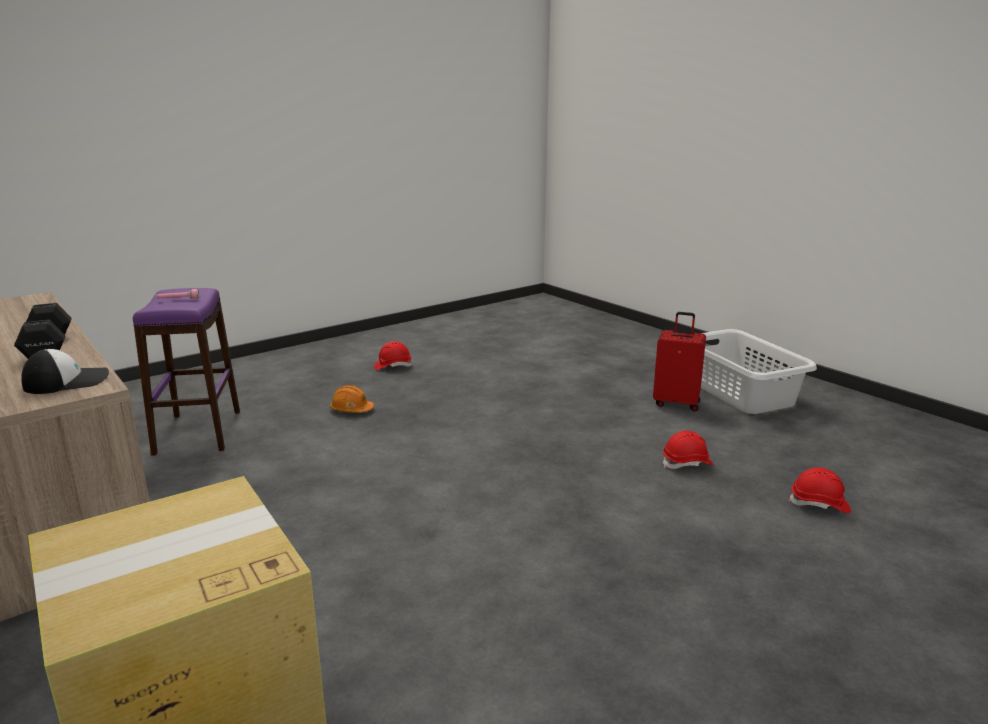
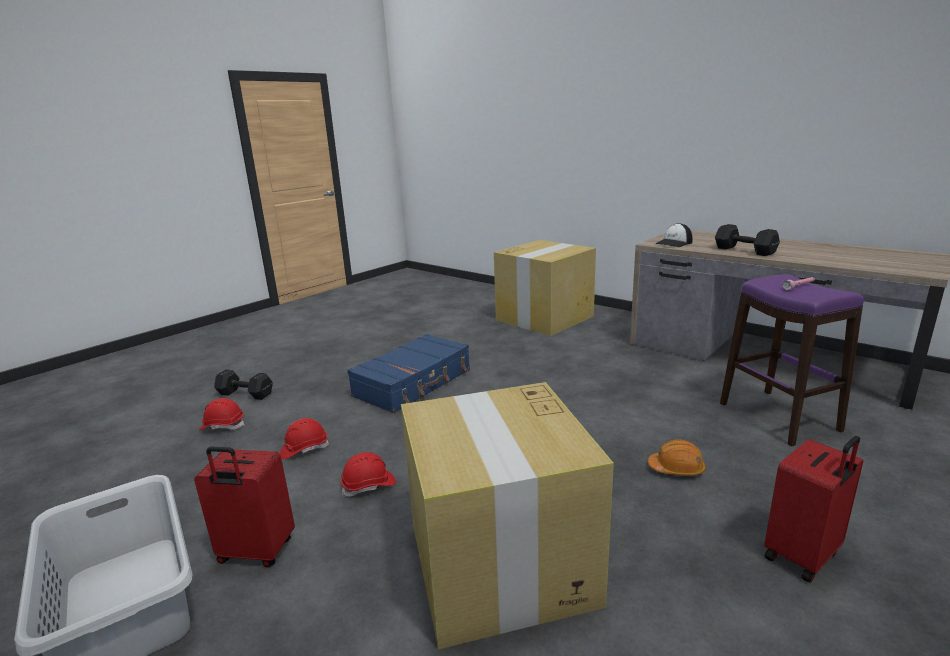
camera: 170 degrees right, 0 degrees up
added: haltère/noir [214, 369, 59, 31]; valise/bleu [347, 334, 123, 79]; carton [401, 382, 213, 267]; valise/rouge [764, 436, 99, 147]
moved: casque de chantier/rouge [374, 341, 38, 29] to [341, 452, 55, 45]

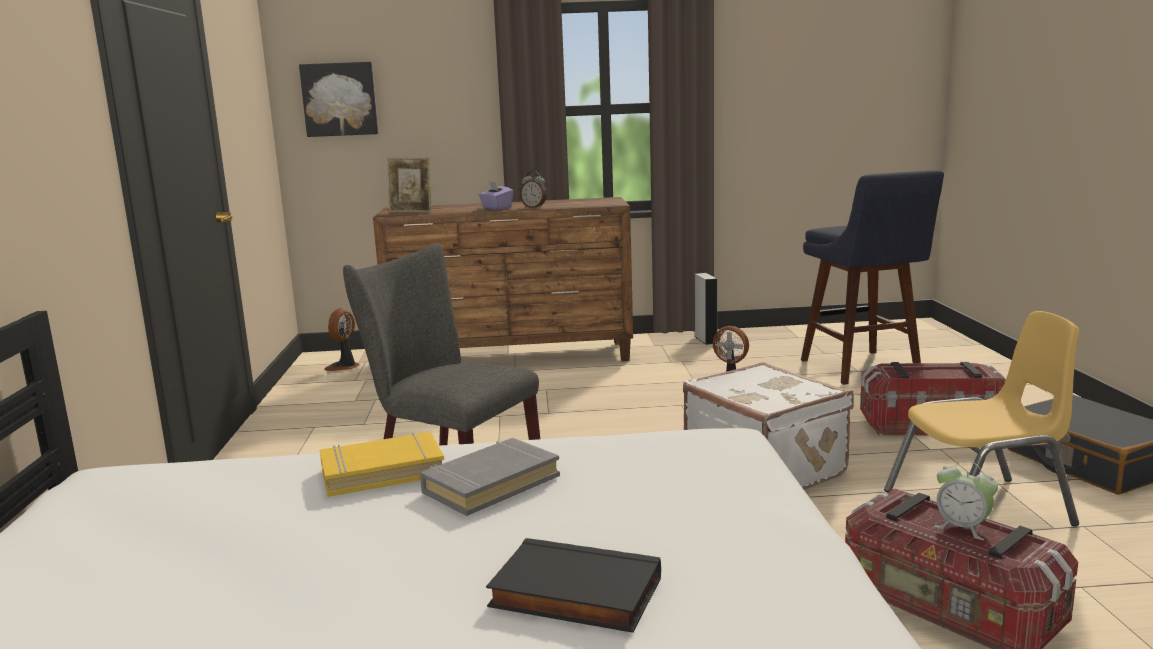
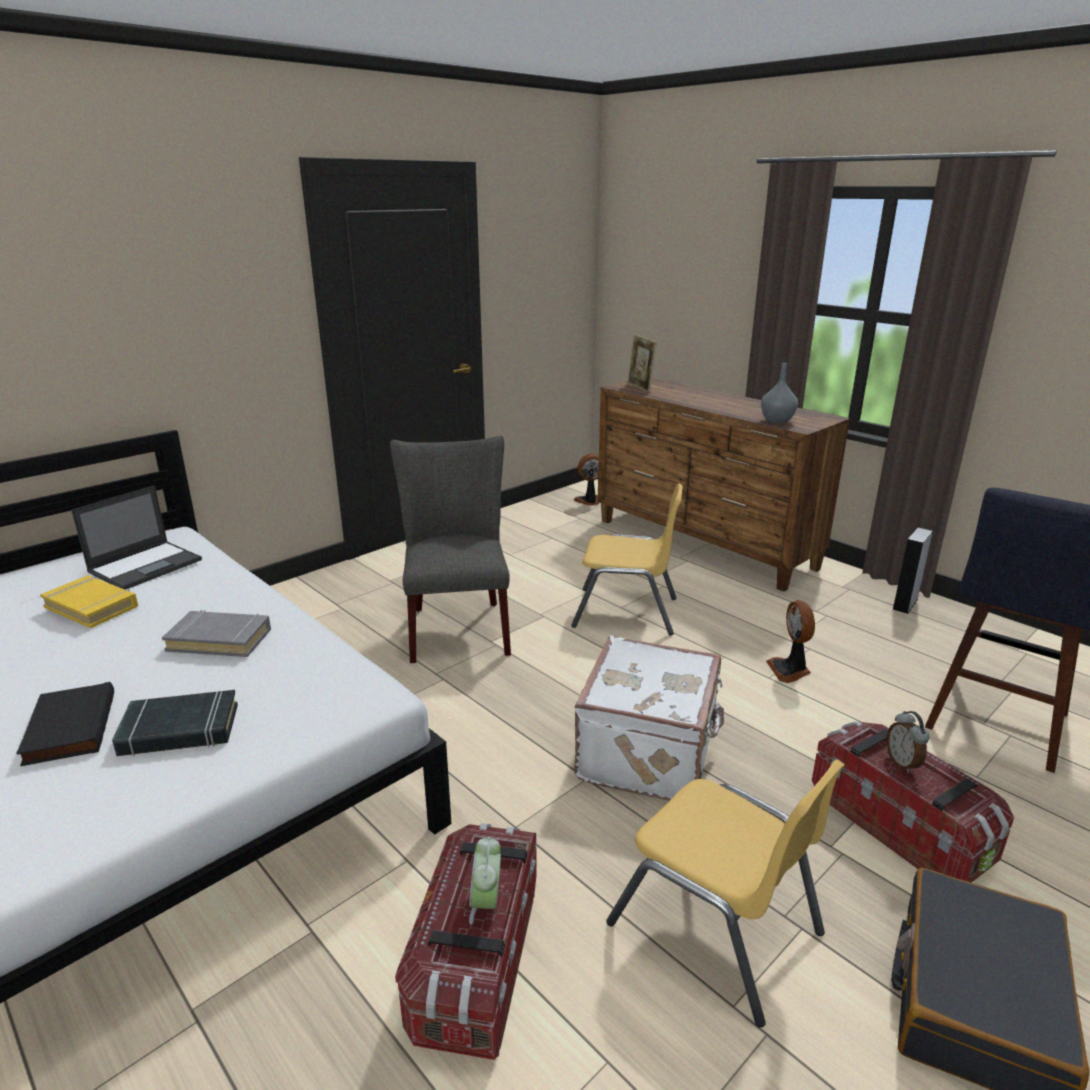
camera: 50 degrees right, 10 degrees up
removed: tableau [299, 62, 79, 75]; boîte à mouchoirs/violet [479, 181, 34, 29]
added: ordinateur portable [71, 485, 131, 105]; livre/noir [112, 690, 126, 66]; chaise/jaune [571, 484, 111, 152]; vase/gris [761, 363, 37, 60]
moved: livre/jaune [320, 432, 124, 65] to [40, 575, 98, 53]; réveil [520, 171, 27, 37] to [886, 711, 44, 62]

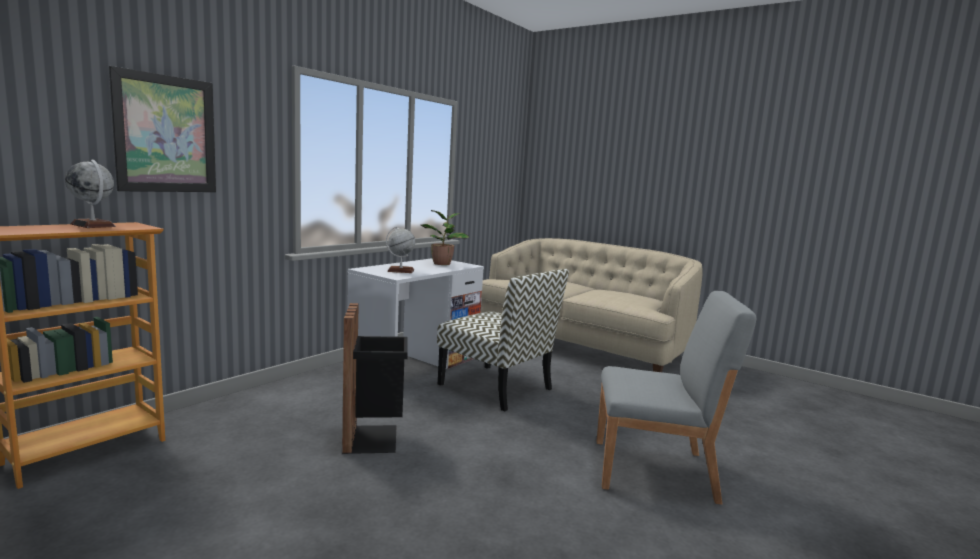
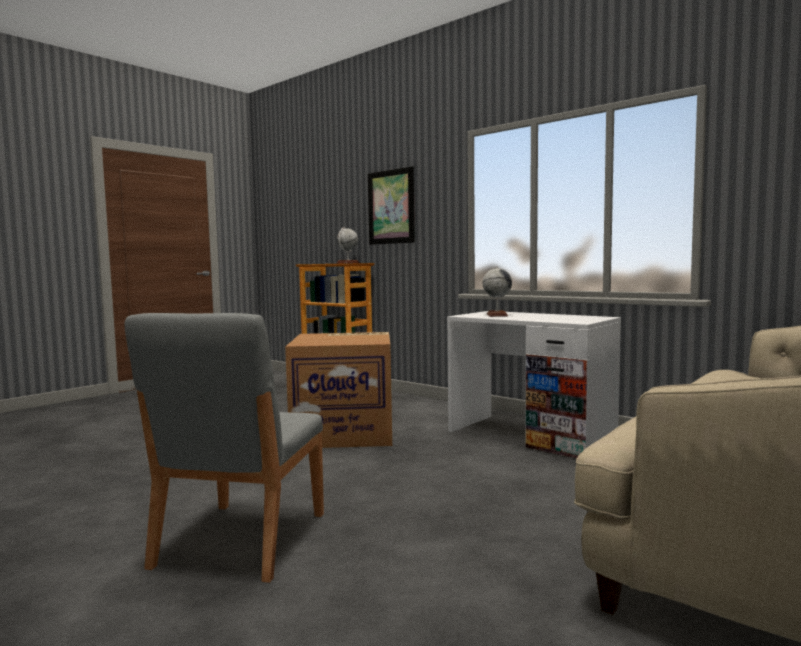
camera: 95 degrees right, 5 degrees down
removed: plante en pot [420, 210, 49, 55]; chaise [437, 269, 132, 143]
replaced: poubelle/noir [342, 303, 66, 151] to carton [285, 332, 107, 116]

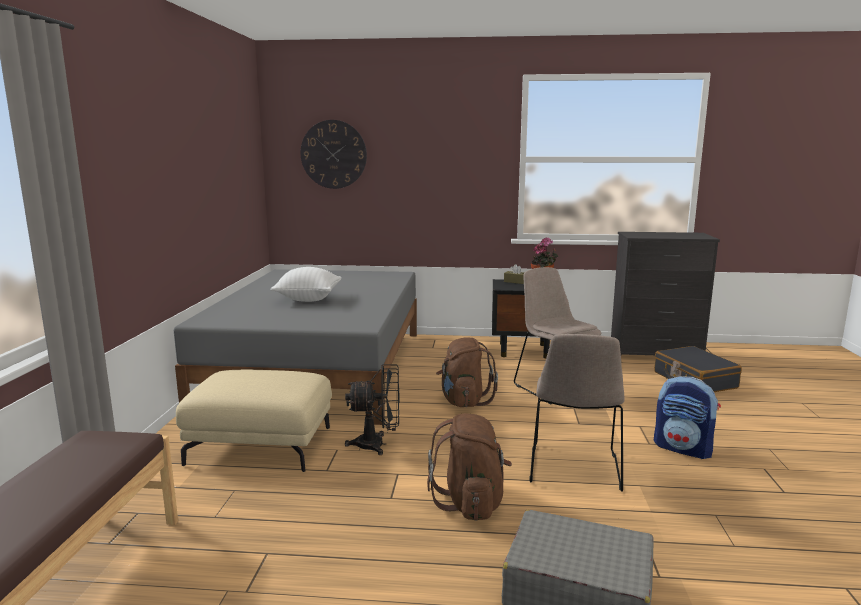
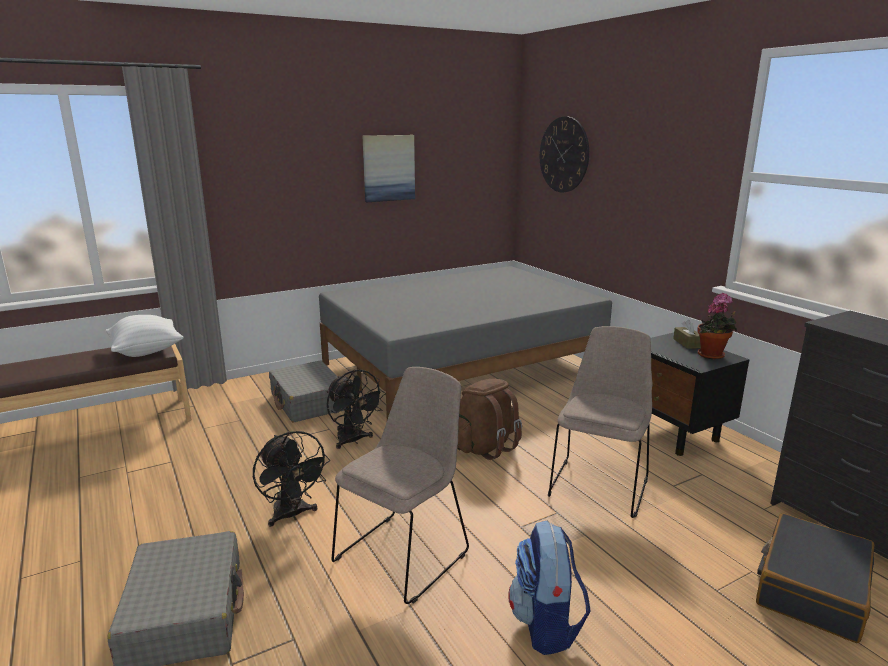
camera: 55 degrees right, 5 degrees up
added: tableau [362, 135, 53, 67]
moved: coussin/blanc [270, 267, 72, 35] to [106, 315, 77, 42]
replaced: pouf/beige [176, 370, 156, 102] to valise/gris [269, 360, 75, 63]; sac à dos/marron [427, 413, 85, 108] to ventilateur/noir [253, 431, 77, 96]
turned: chaise/beige [529, 334, 96, 158] = [331, 367, 138, 237] 150 degrees clockwise

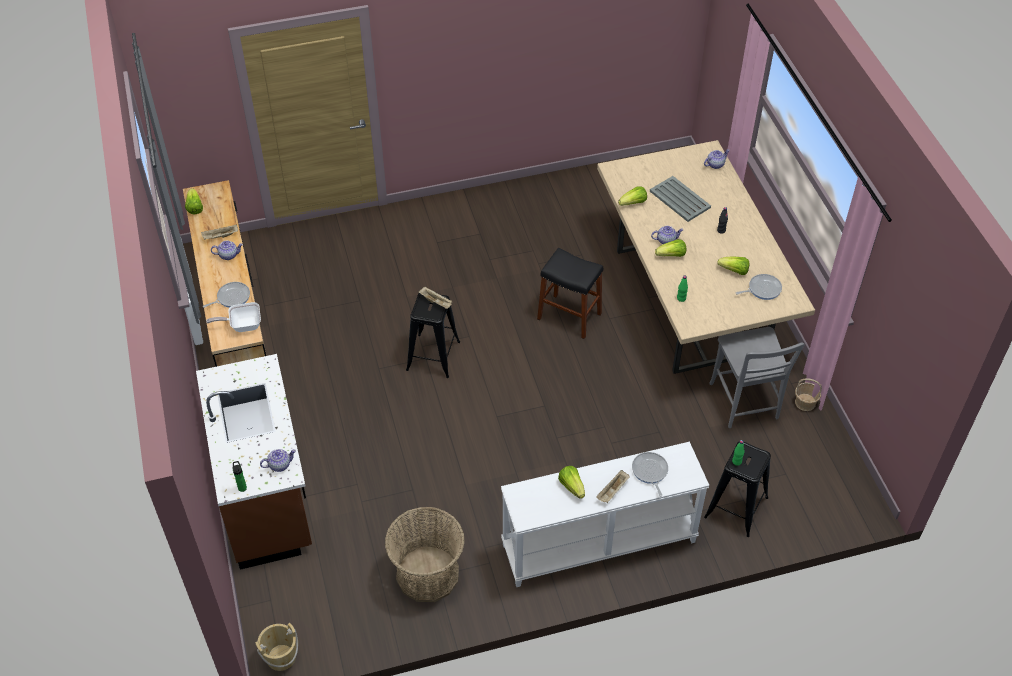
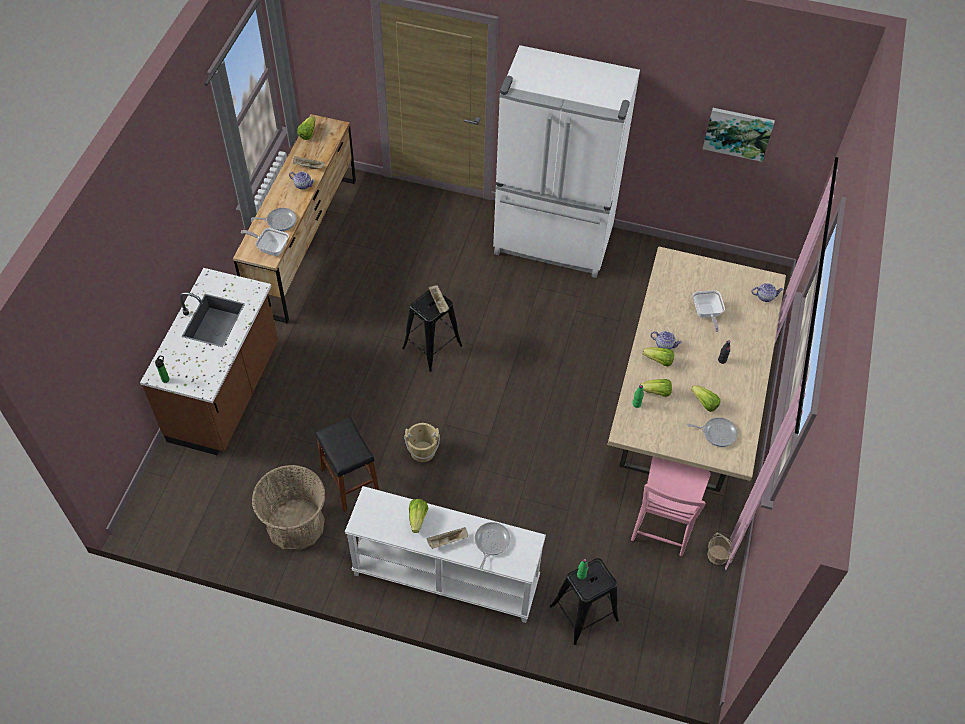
camera: 30 degrees right, 5 degrees up
removed: théière [260, 449, 36, 23]
added: réfrigérateur/blanc [493, 45, 147, 233]; tableau [703, 108, 72, 54]
moved: seau/beige [255, 623, 43, 48] to [404, 423, 36, 39]; tabouret/noir [537, 248, 66, 91] to [315, 417, 64, 95]; laitue [618, 186, 29, 20] to [640, 379, 32, 18]
replaced: plateau/gris [650, 176, 61, 46] to poêle [693, 290, 32, 42]
recoloured: chaise/gris [709, 327, 96, 101] to chaise/rose [631, 457, 80, 99]

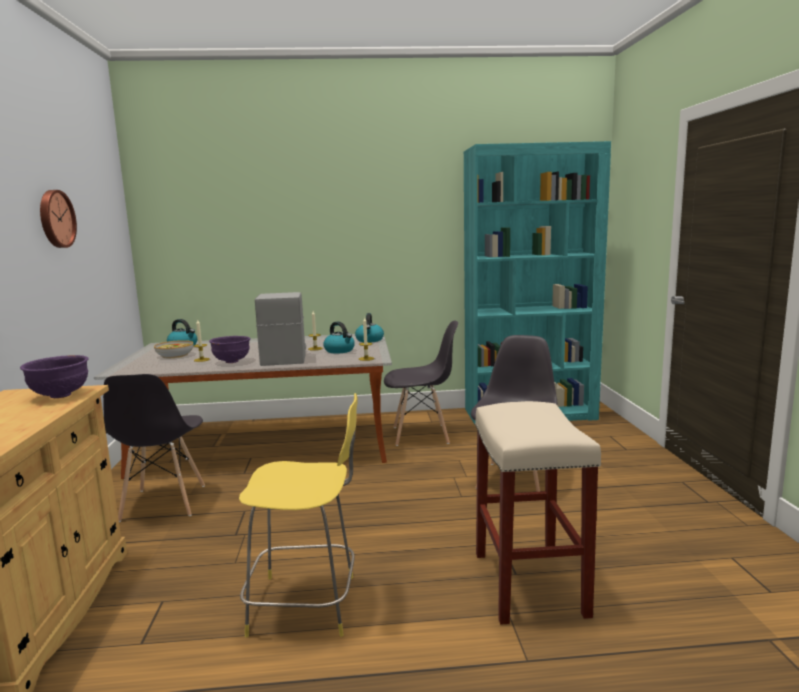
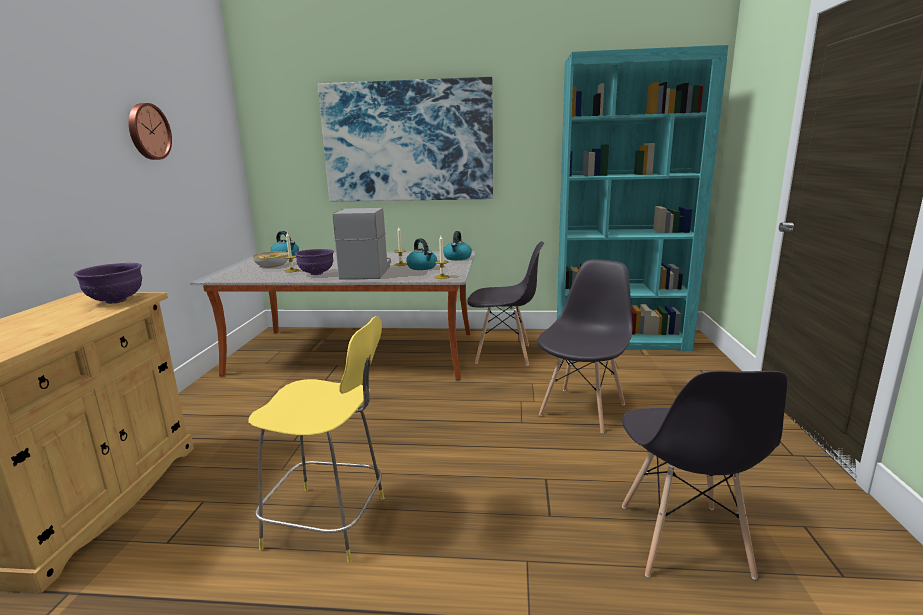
camera: 10 degrees right, 5 degrees up
removed: tabouret/beige [475, 401, 126, 224]
added: tableau [318, 77, 175, 125]
moved: chaise/gris [103, 374, 102, 148] to [622, 371, 165, 209]

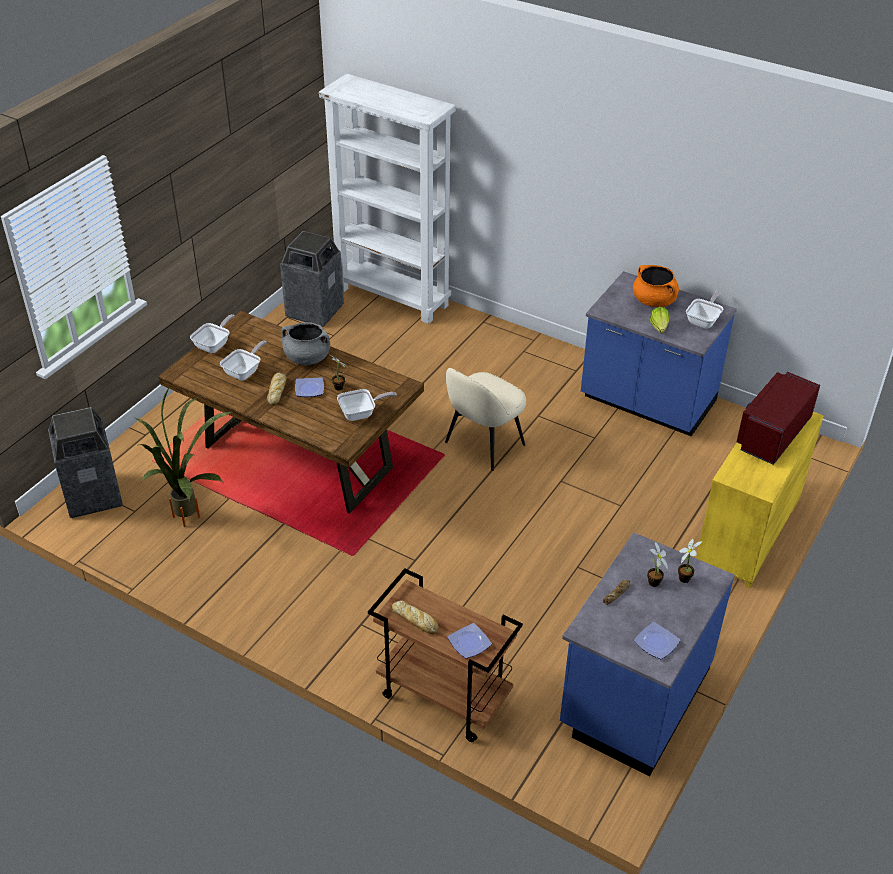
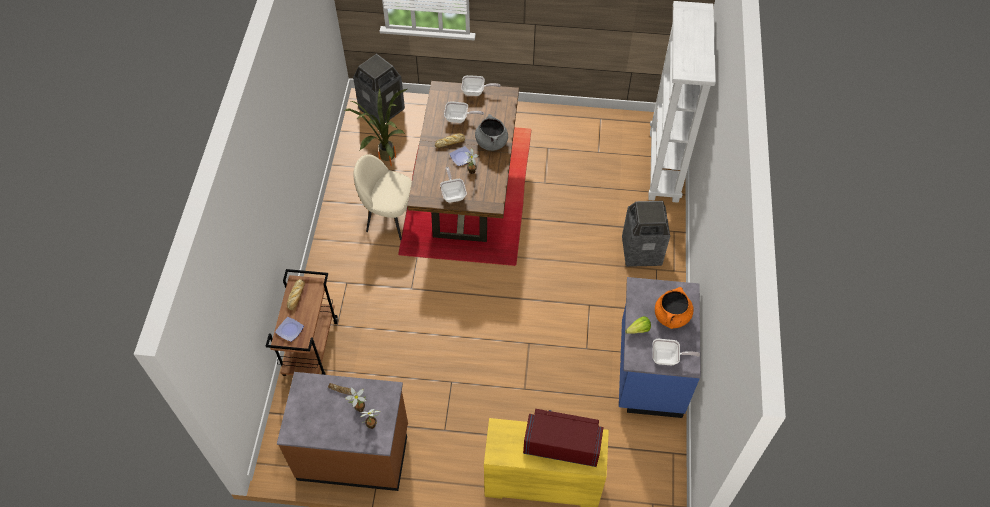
camera: 65 degrees right, 15 degrees up
removed: assiette [634, 622, 46, 37]
moved: poubelle [280, 231, 64, 96] to [622, 201, 48, 66]; chaise/beige [445, 368, 81, 103] to [353, 154, 59, 87]
recoloured: comptoir de cuisine/bleu [560, 532, 175, 245] to comptoir de cuisine/marron [277, 372, 131, 119]
turned: poêle [337, 389, 60, 32] = [440, 167, 27, 36] 150 degrees counterclockwise

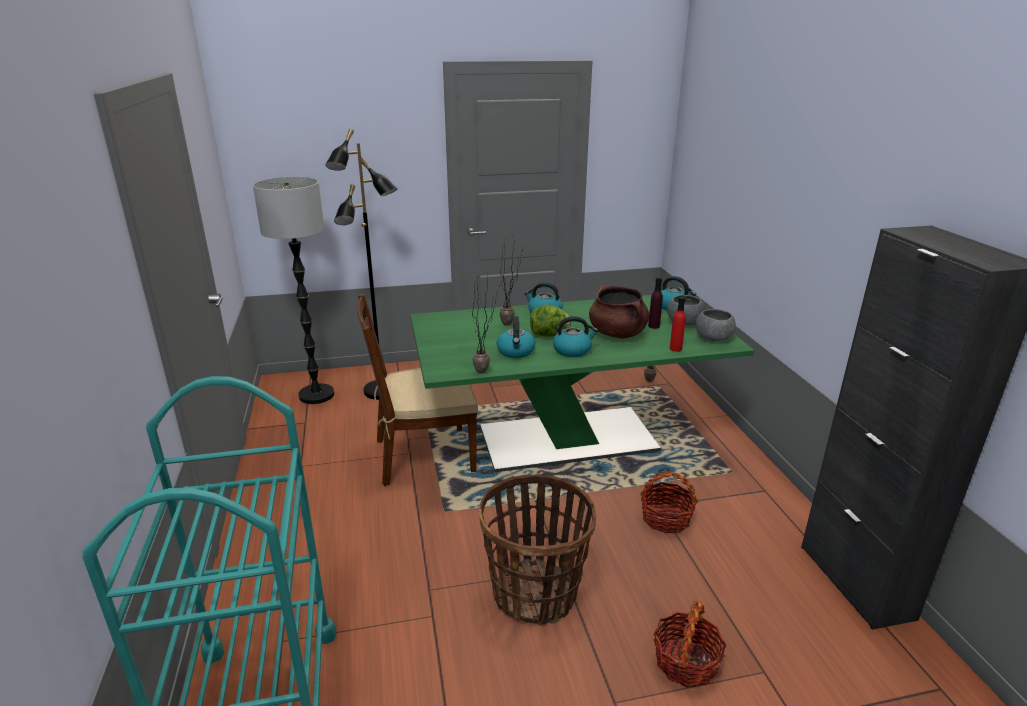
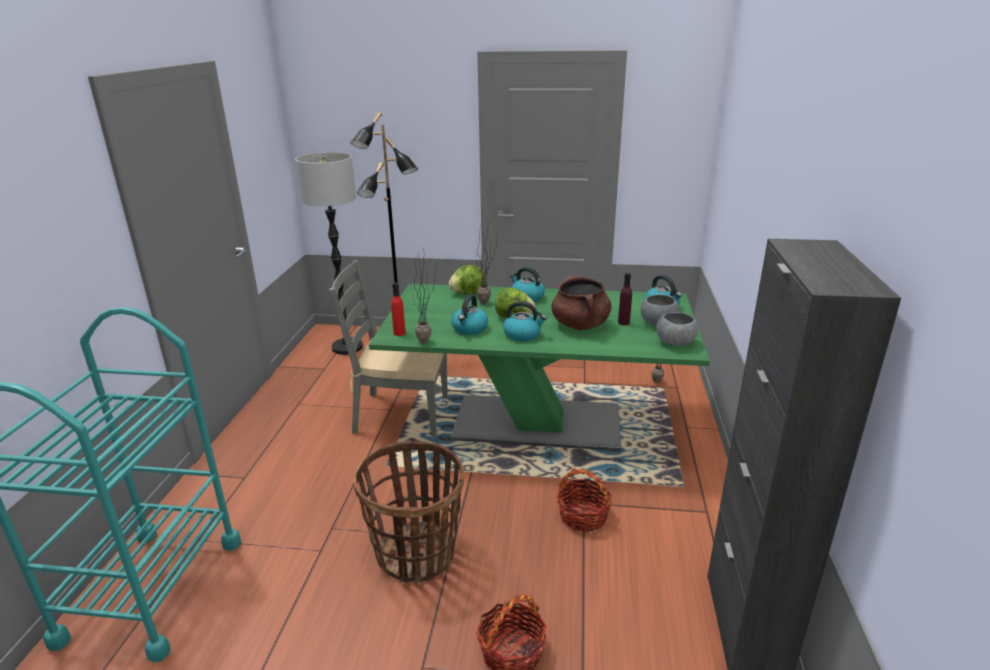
camera: 20 degrees right, 0 degrees up
added: laitue [449, 265, 36, 29]
moved: bouteille/rouge [670, 297, 16, 55] to [391, 283, 15, 53]
recoloured: chaise/marron [357, 294, 121, 192] to chaise/gris [329, 260, 119, 176]

